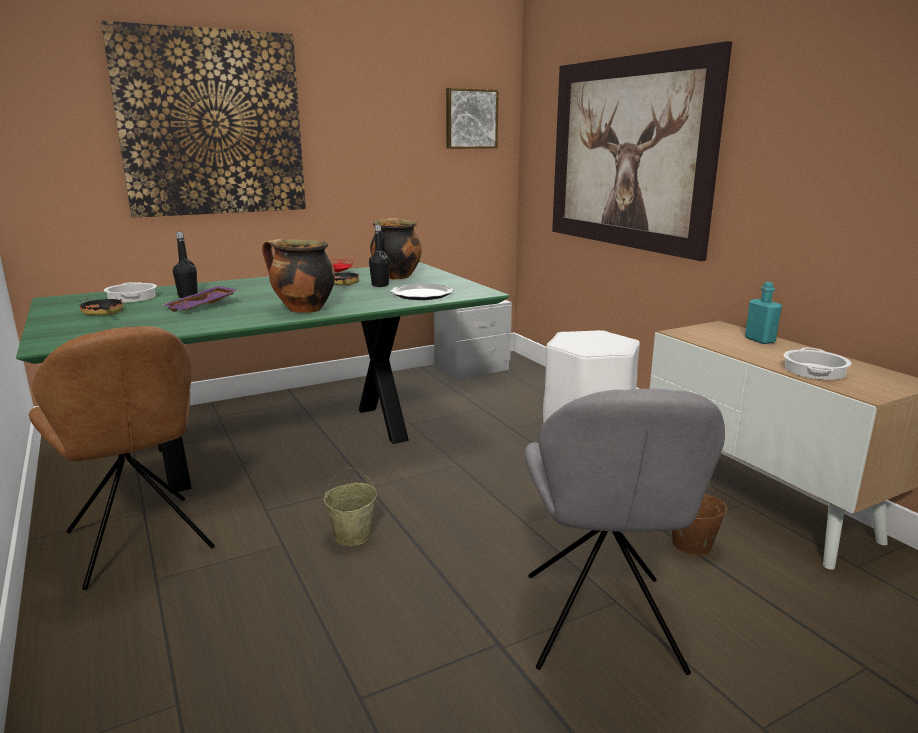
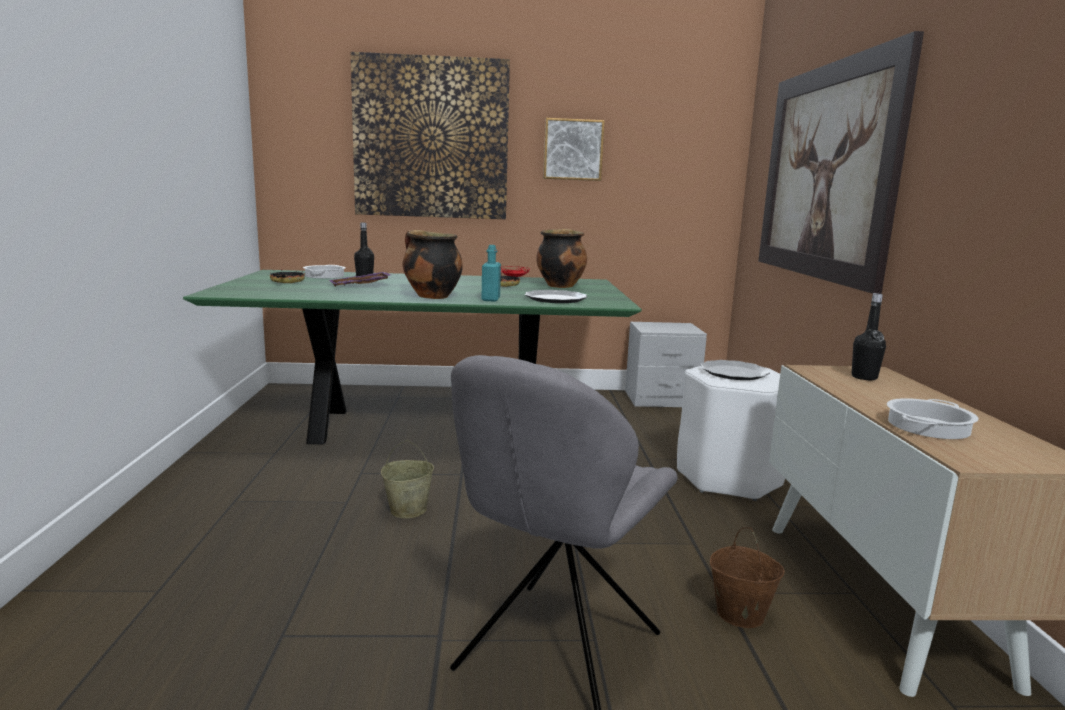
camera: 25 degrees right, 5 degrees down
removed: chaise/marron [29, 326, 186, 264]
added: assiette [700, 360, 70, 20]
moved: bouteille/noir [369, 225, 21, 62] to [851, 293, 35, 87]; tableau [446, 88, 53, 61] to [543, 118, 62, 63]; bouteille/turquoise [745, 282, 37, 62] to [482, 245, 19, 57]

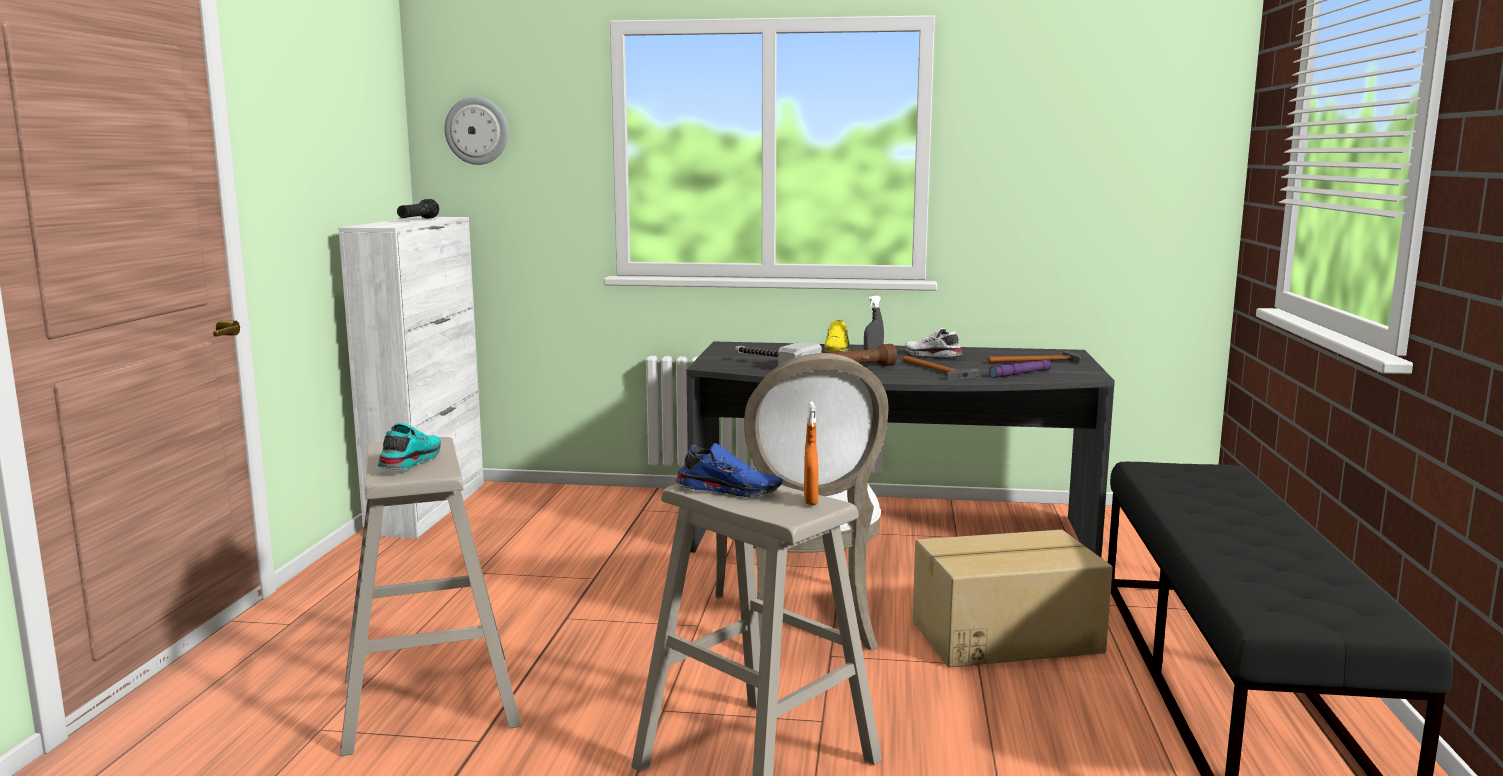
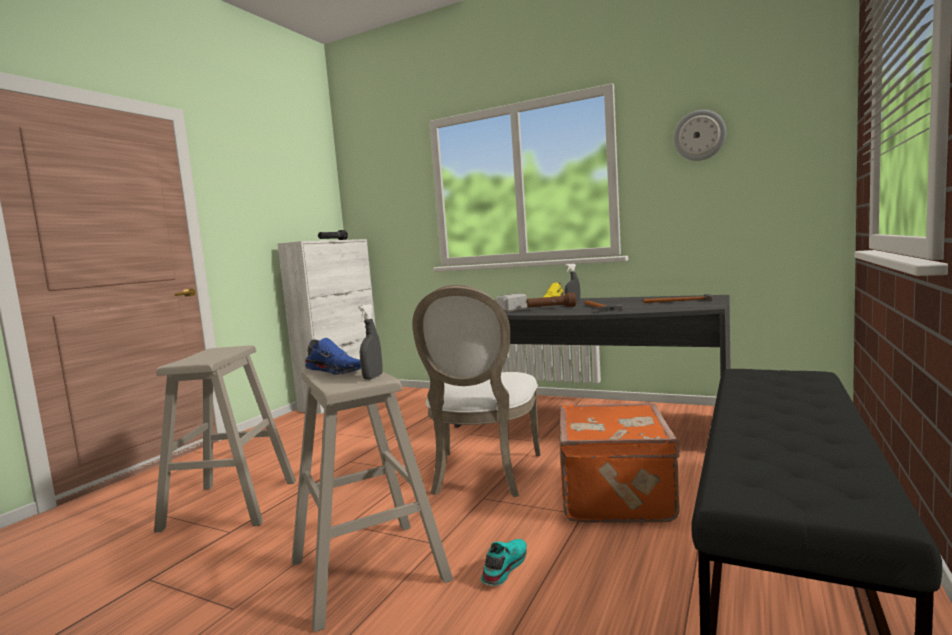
camera: 20 degrees right, 5 degrees down
removed: chaussure/blanc [905, 328, 58, 29]; lampe de poche/violet [989, 360, 63, 18]
moved: chaussure/turquoise [377, 423, 64, 47] to [481, 539, 46, 47]; horloge murale [444, 97, 64, 68] to [674, 110, 52, 51]
replaced: carton [913, 530, 200, 137] to valise/orange [559, 403, 122, 120]
recoloured: vaporisateur/orange [804, 401, 14, 104] to vaporisateur/gris [358, 304, 25, 76]

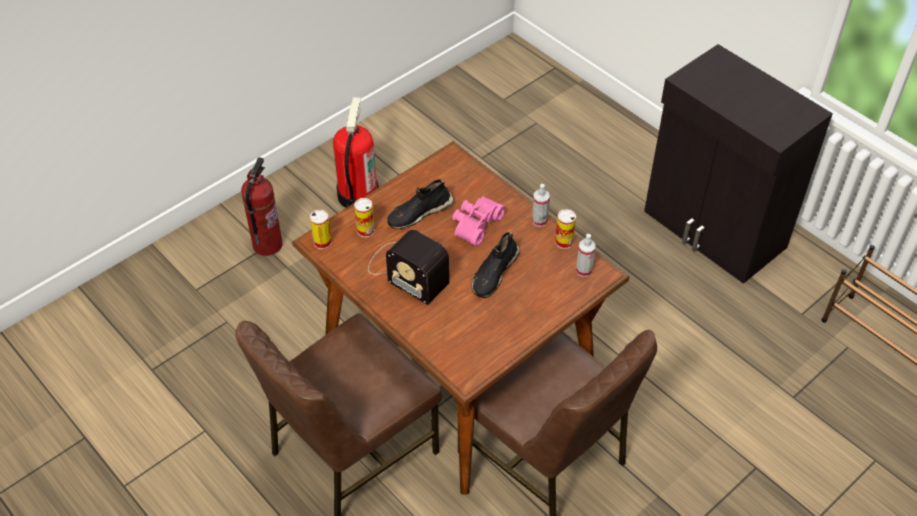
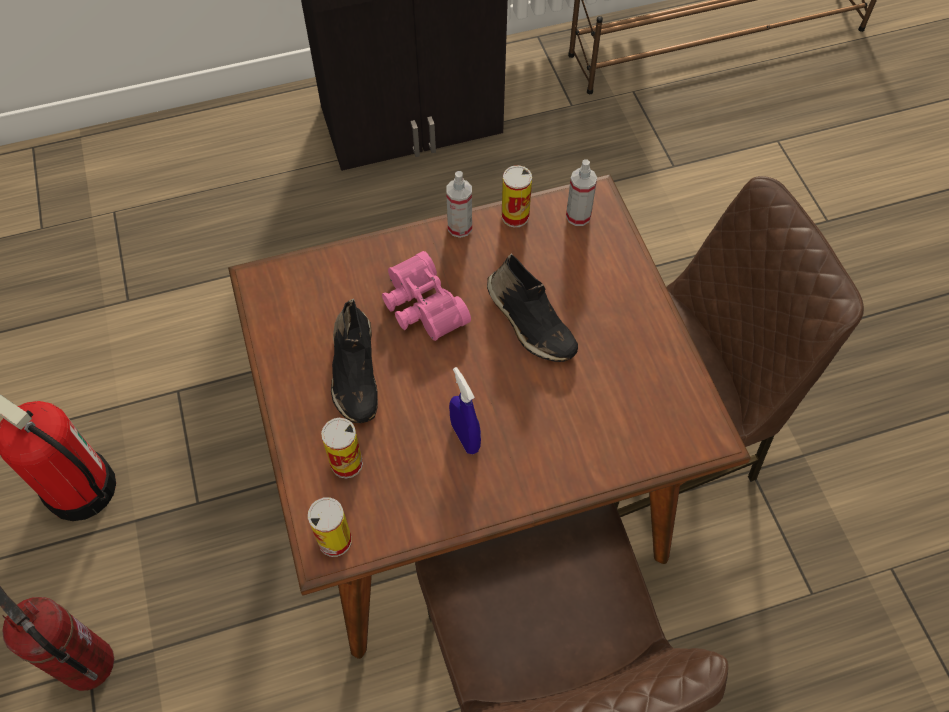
camera: 65 degrees left, 10 degrees up
replaced: radio [368, 229, 81, 76] to vaporisateur/bleu [449, 367, 32, 87]

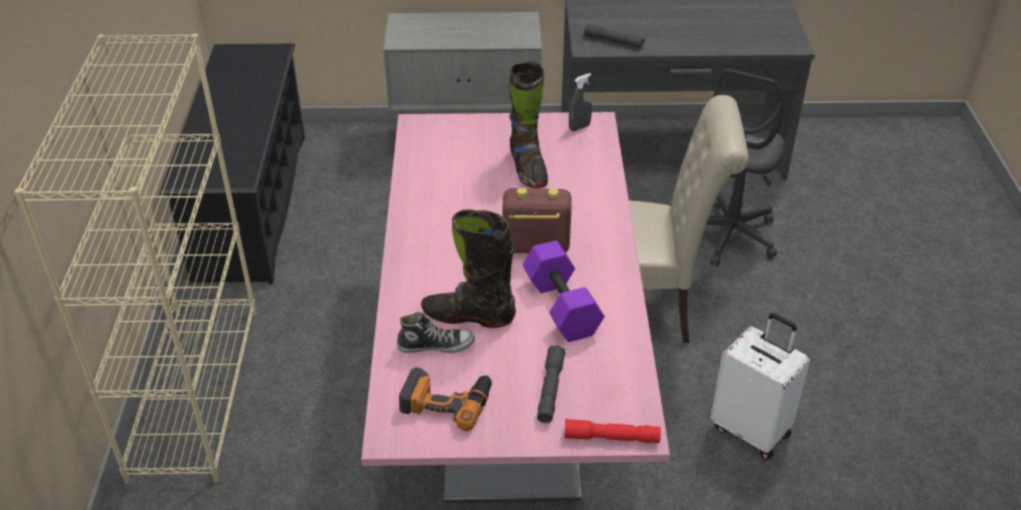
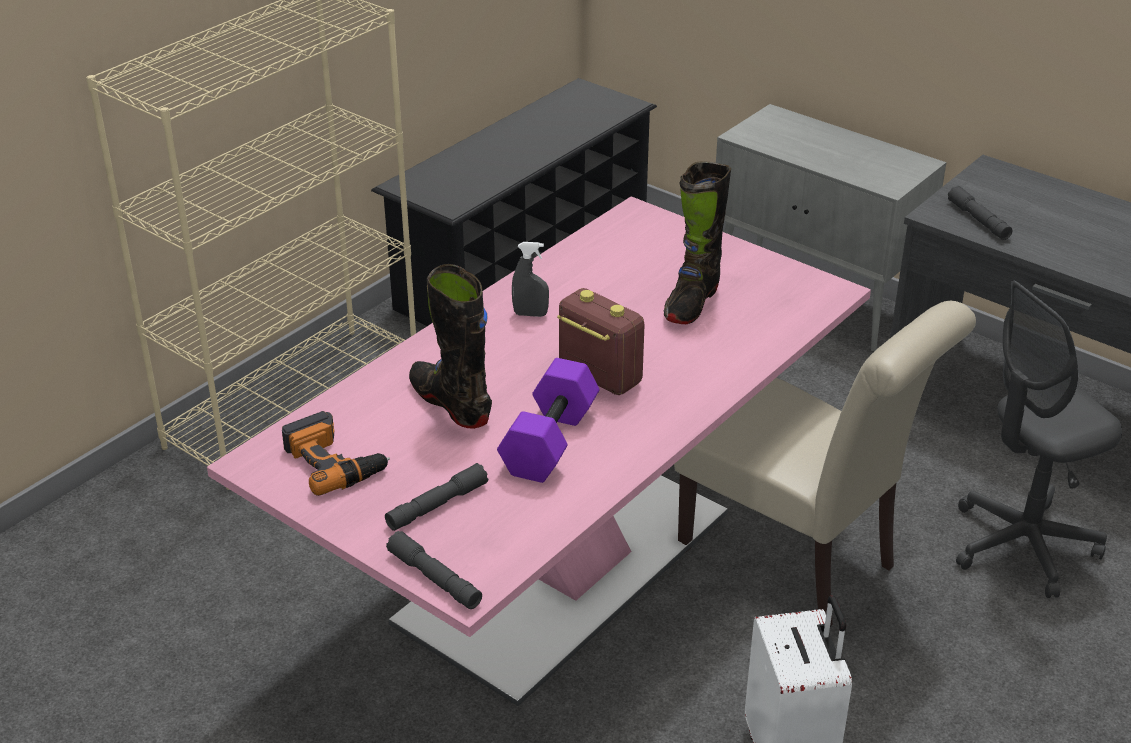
camera: 40 degrees right, 5 degrees down
removed: chaussure [397, 312, 78, 41]
moved: vaporisateur/gris [569, 73, 23, 58] to [512, 242, 37, 75]
recoloured: lampe de poche/rouge [564, 419, 97, 24] to lampe de poche/gris [386, 531, 96, 78]

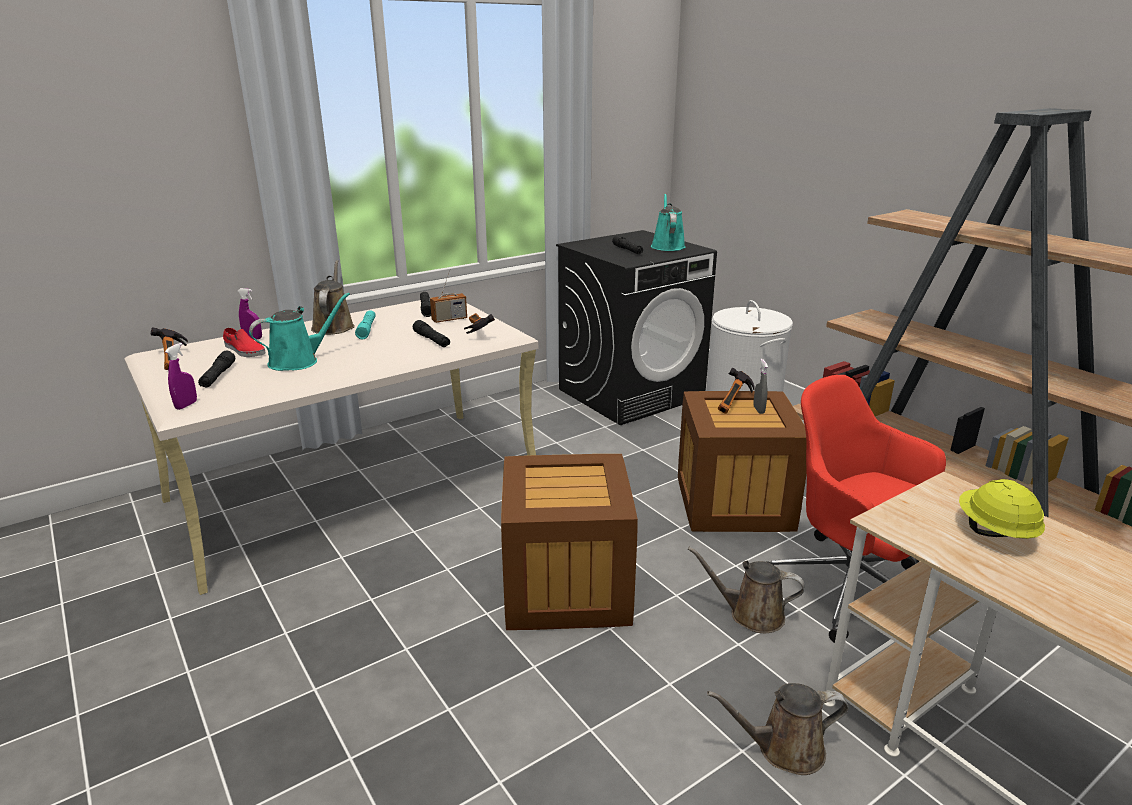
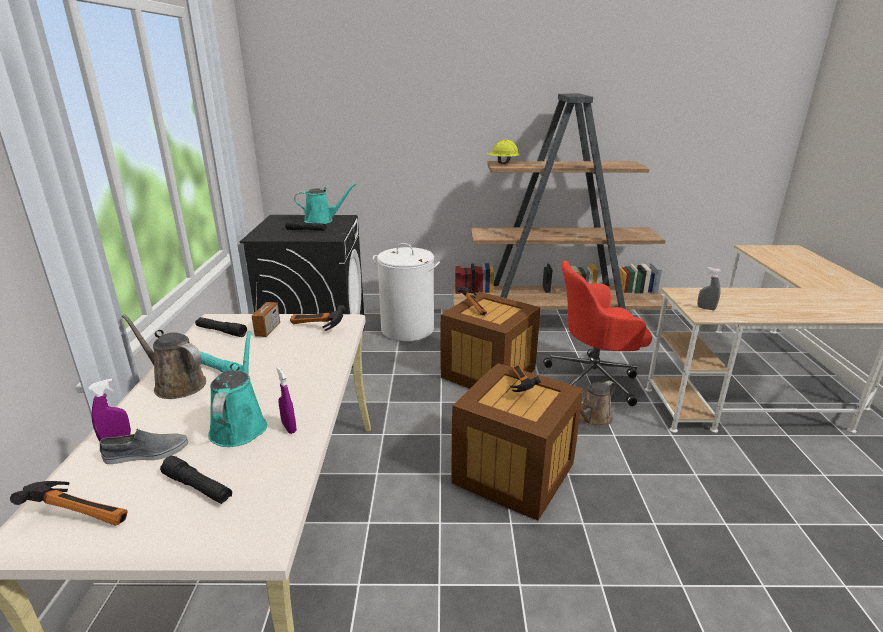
camera: 55 degrees left, 0 degrees up
removed: lampe de poche/noir [413, 320, 37, 27]; arrosoir/marron [707, 683, 142, 92]
added: marteau [510, 364, 31, 28]
moved: vaporisateur/violet [165, 343, 32, 67] to [276, 367, 20, 67]; vaporisateur/gris [753, 359, 15, 55] to [697, 267, 24, 43]; casque de chantier/jaune [959, 479, 86, 60] to [487, 140, 33, 24]
recoloured: chaussure/rouge [223, 328, 43, 29] to chaussure/gris [100, 429, 88, 35]
turned: arrosoir/turquoise [651, 193, 34, 58] = [294, 183, 63, 41] 135 degrees clockwise

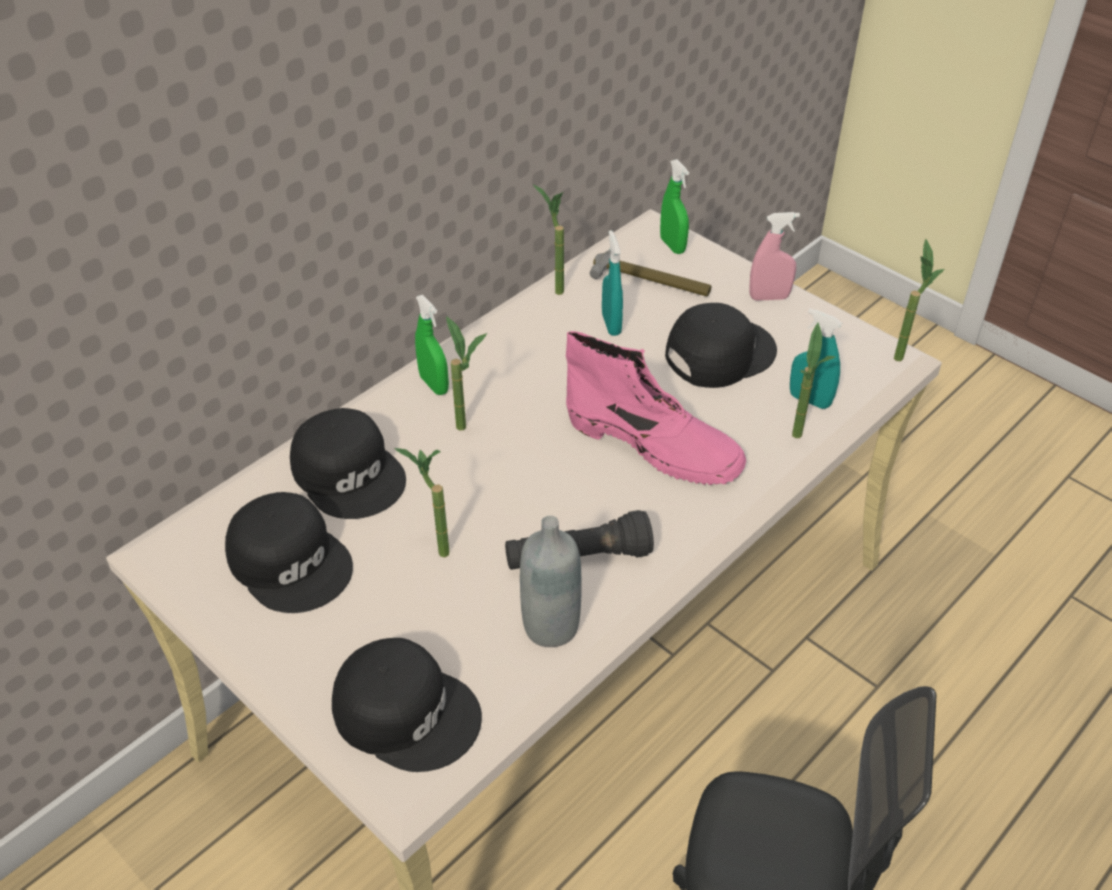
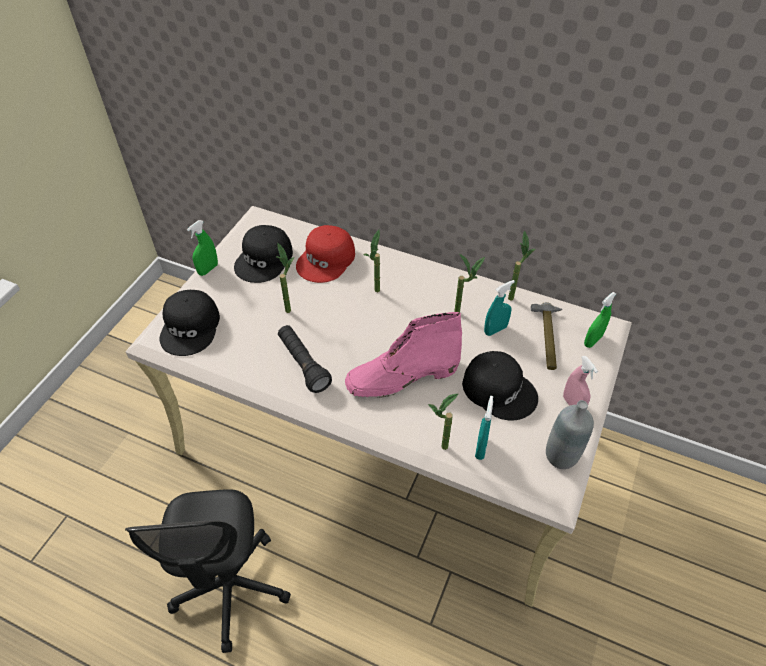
camera: 70 degrees right, 5 degrees up
moved: vaporisateur/vert [415, 295, 34, 100] to [187, 220, 31, 56]; bouteille/gris [520, 516, 62, 131] to [546, 400, 48, 69]; plante en pot [894, 239, 50, 122] to [454, 254, 31, 58]
recoloured: casquette/noir [290, 408, 116, 111] to casquette/rouge [296, 225, 59, 58]
turned: botte/rose [566, 331, 180, 154] = [345, 312, 117, 86] 60 degrees clockwise

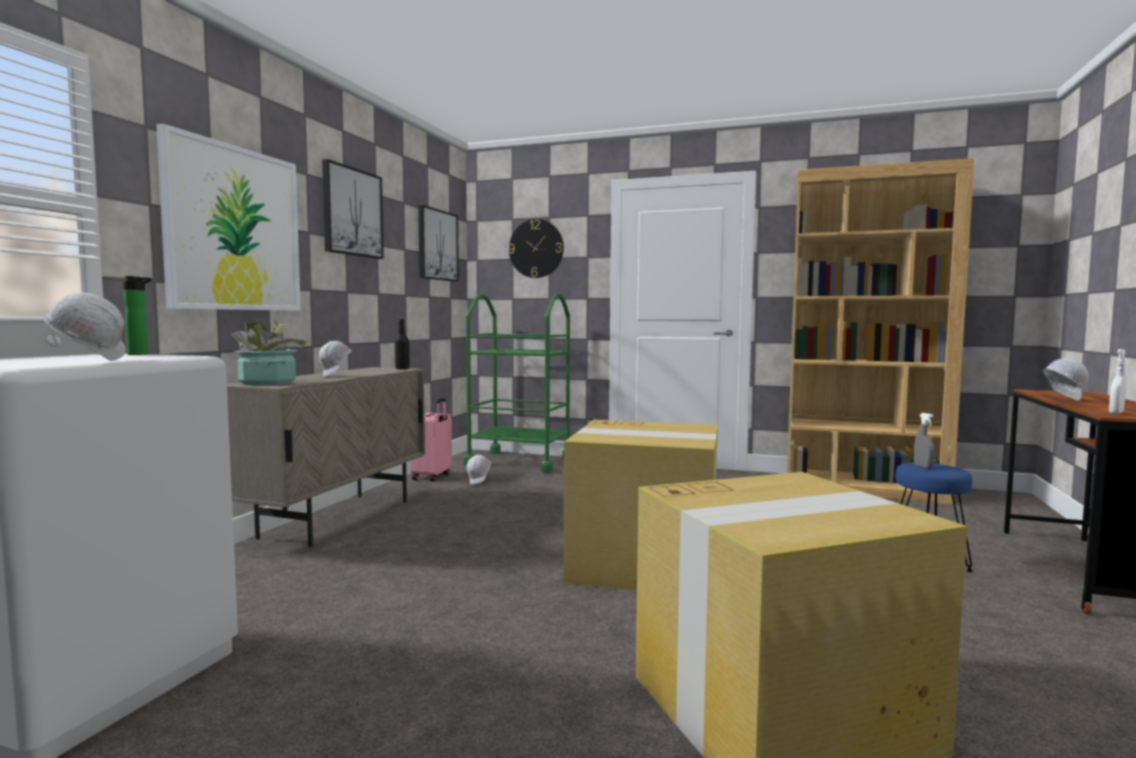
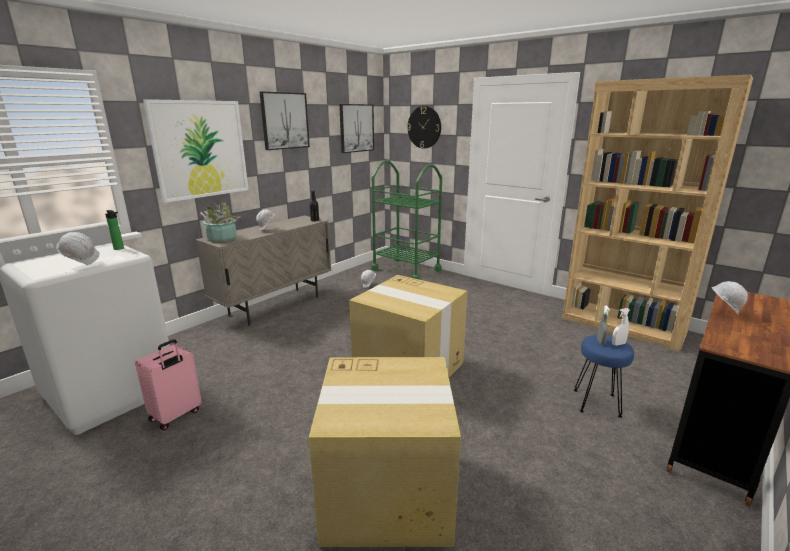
camera: 20 degrees right, 15 degrees up
moved: valise/rose [411, 398, 41, 84] to [135, 339, 67, 91]; vaporisateur/blanc [1109, 349, 17, 65] to [612, 308, 18, 38]

